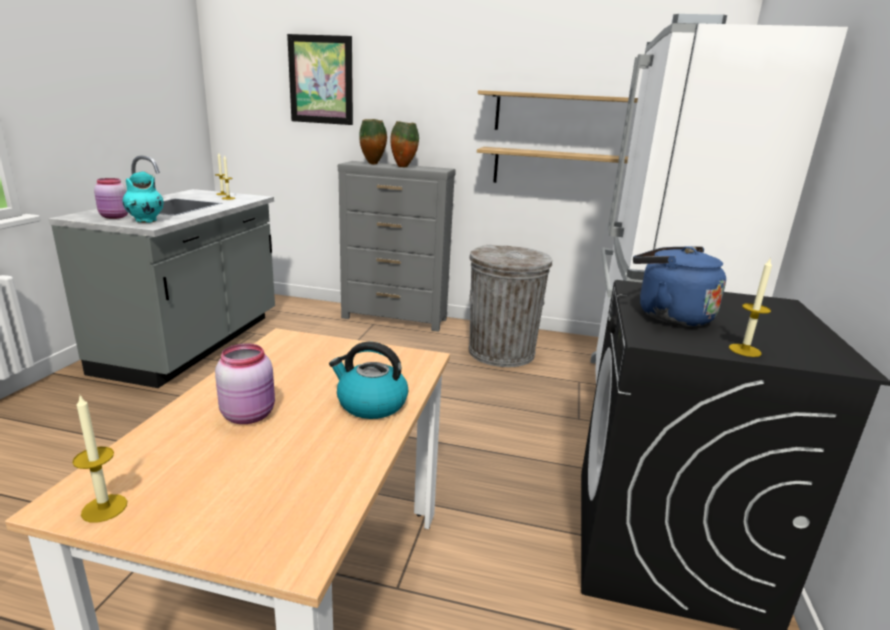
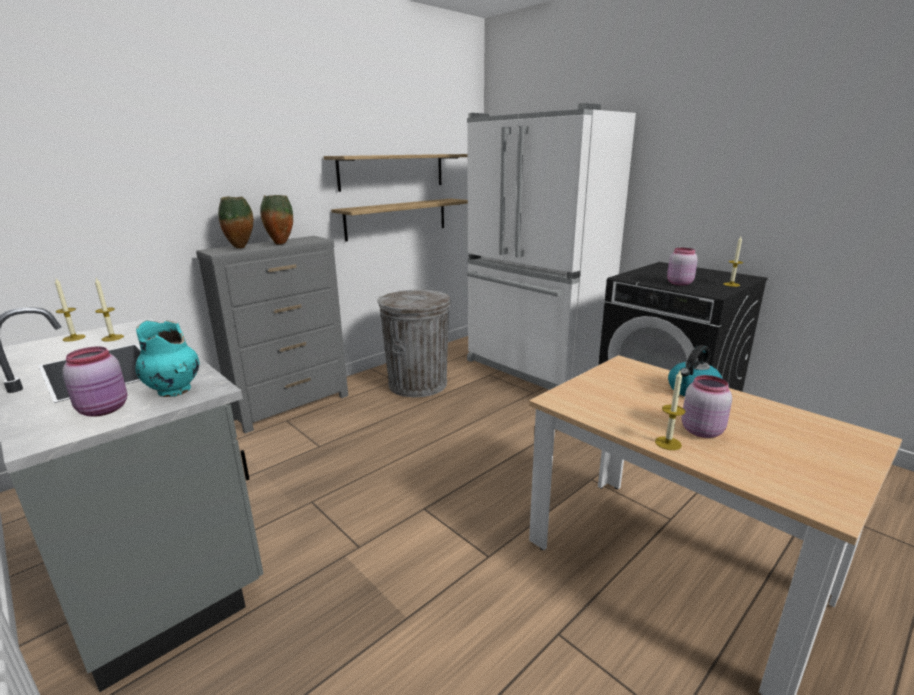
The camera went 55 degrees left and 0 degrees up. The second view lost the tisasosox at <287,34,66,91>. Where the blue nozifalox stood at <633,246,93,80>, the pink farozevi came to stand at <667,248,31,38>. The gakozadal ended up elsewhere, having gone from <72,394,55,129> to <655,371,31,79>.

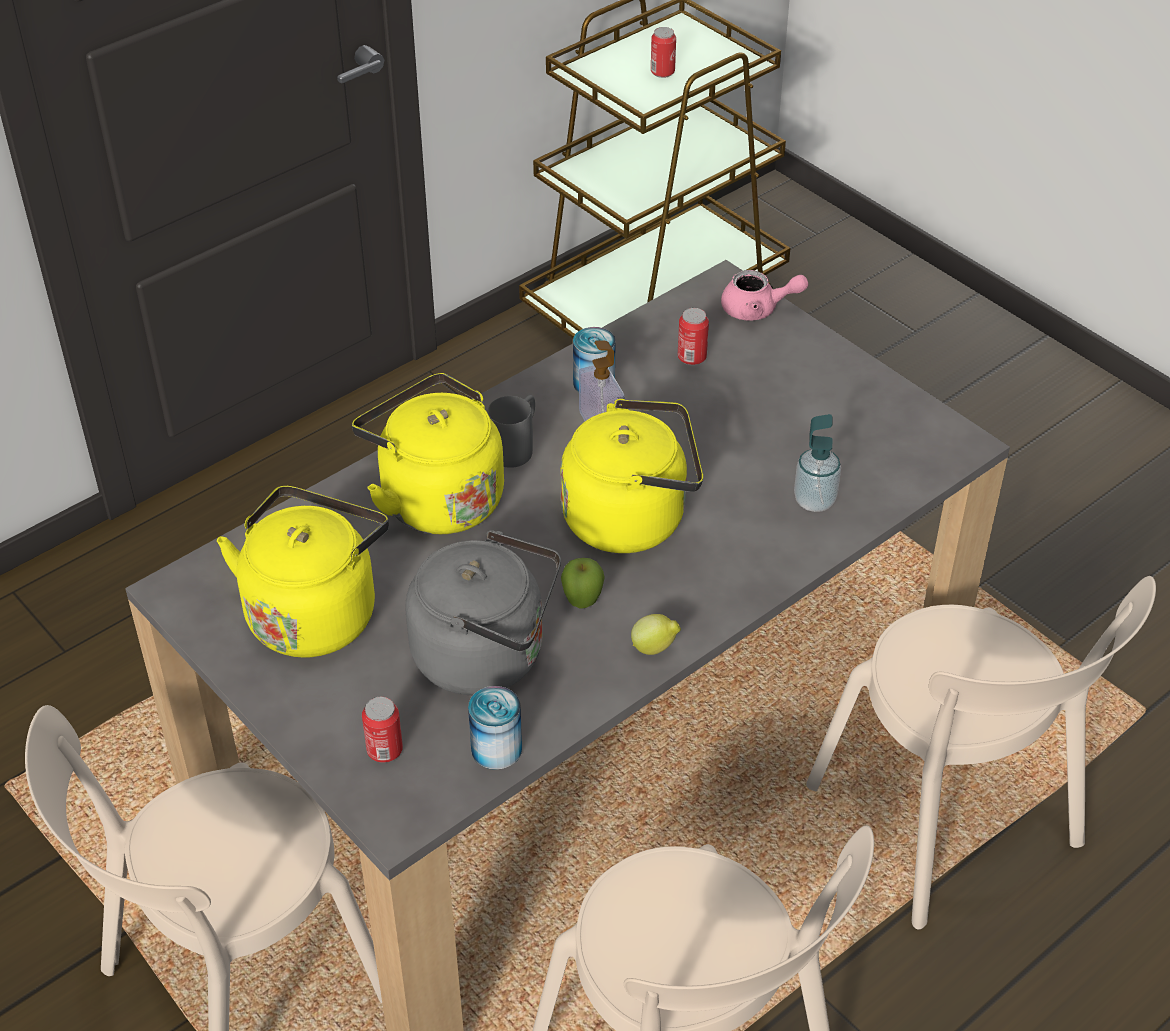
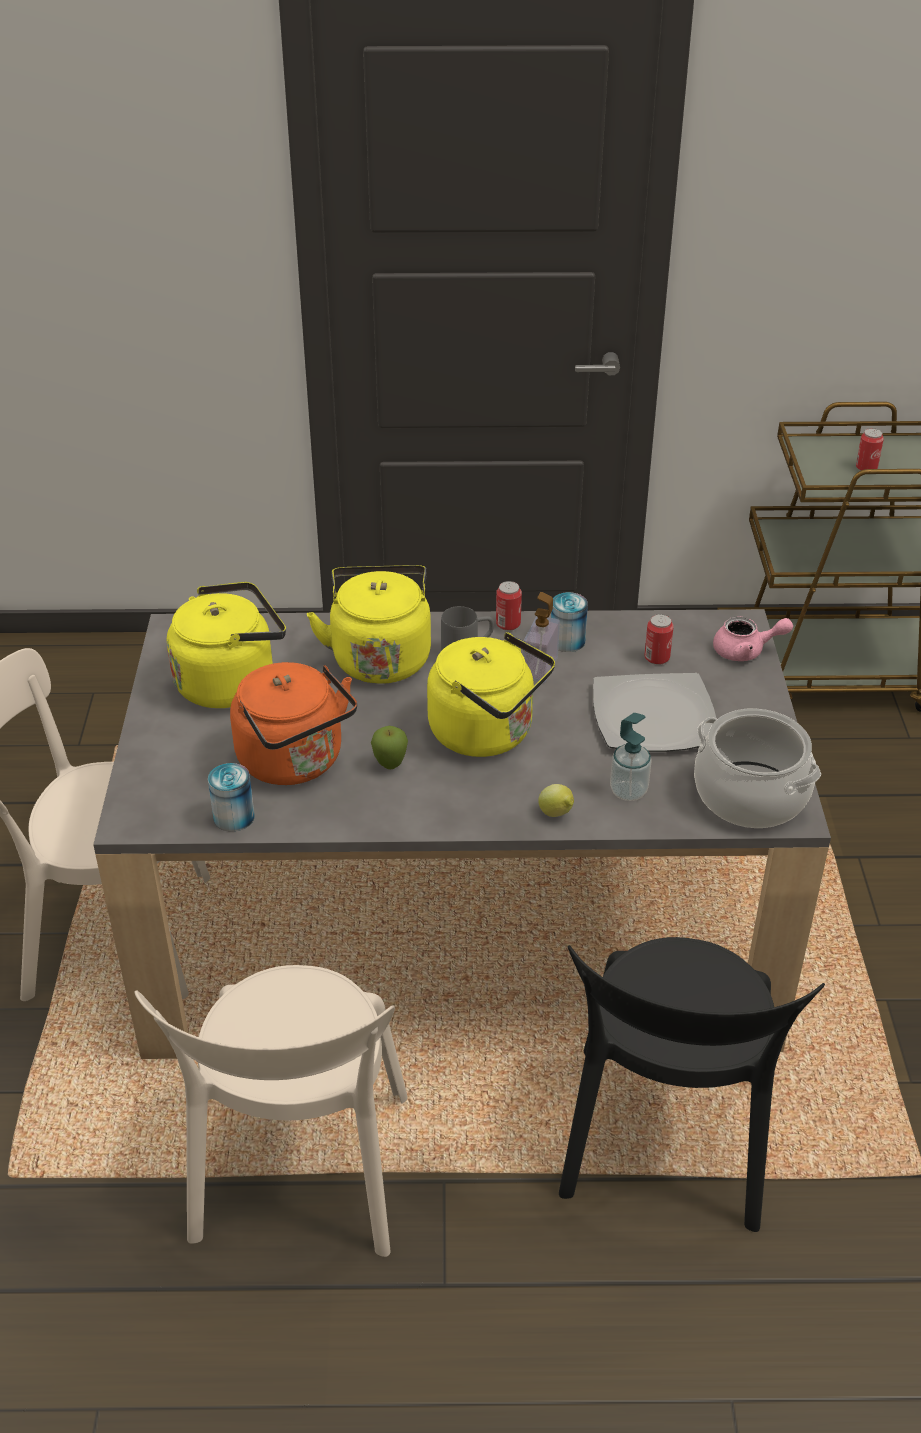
The camera went 40 degrees right and 5 degrees down. The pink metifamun at <721,270,87,51> ended up facing another way, 45 degrees counterclockwise from before. What was the grey nozifalox at <406,530,155,165> turned into the orange nozifalox at <230,662,127,123>. What was the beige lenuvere at <806,576,350,354> turned into the black lenuvere at <559,937,266,295>. The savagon ended up elsewhere, having gone from <631,614,50,41> to <538,784,36,33>. The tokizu ended up elsewhere, having gone from <362,697,41,66> to <496,581,26,50>. The second view gained the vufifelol at <593,673,124,79>. The second view gained the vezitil at <694,709,127,119>.

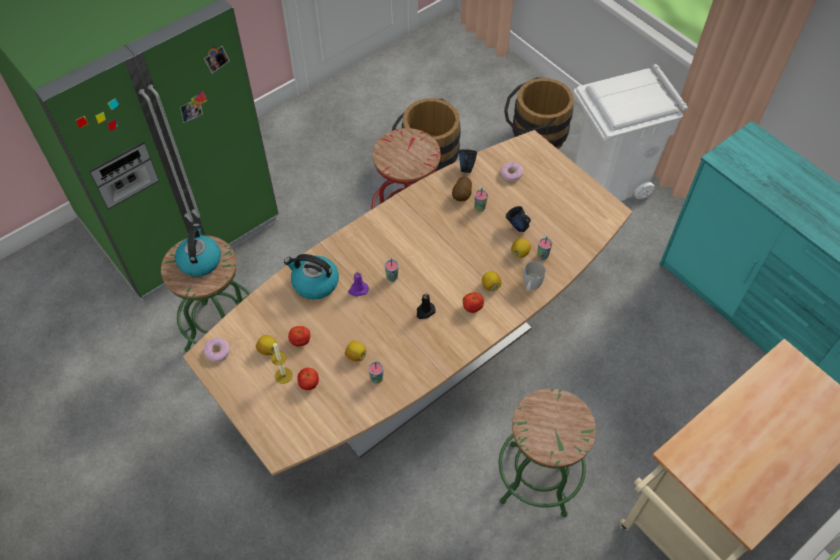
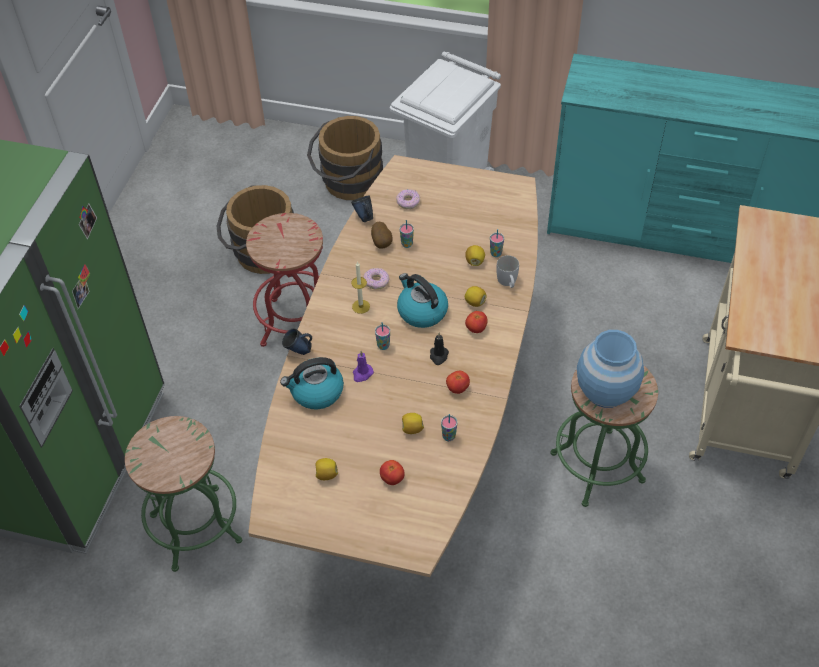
The camera went 35 degrees left and 5 degrees down. The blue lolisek ended up elsewhere, having gone from <506,206,25,26> to <282,328,30,27>. The nozifalox ended up elsewhere, having gone from <175,223,46,54> to <397,273,51,55>. The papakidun ended up elsewhere, having gone from <288,326,22,21> to <446,371,24,23>. The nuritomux ended up elsewhere, having gone from <204,338,26,24> to <363,268,27,22>. The gakozadal ended up elsewhere, having gone from <271,342,22,42> to <351,262,19,52>. The second view gained the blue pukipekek at <577,330,67,78>.

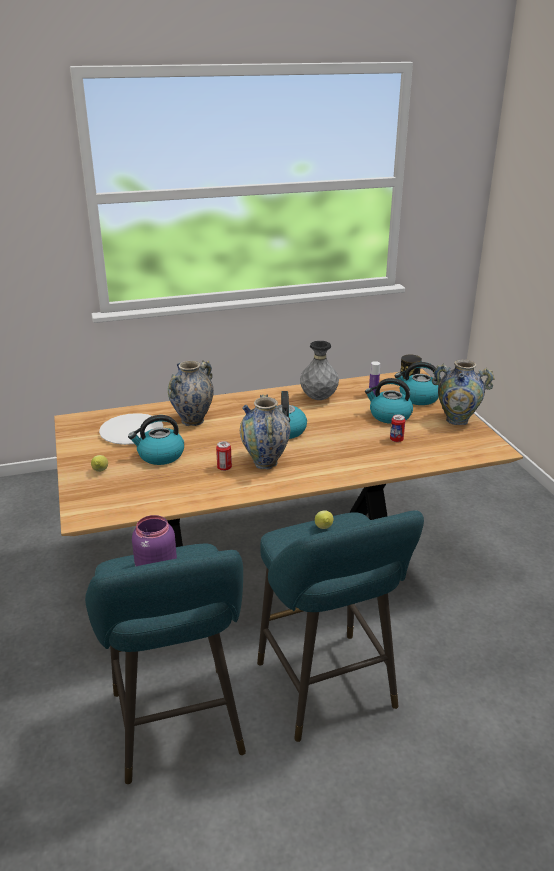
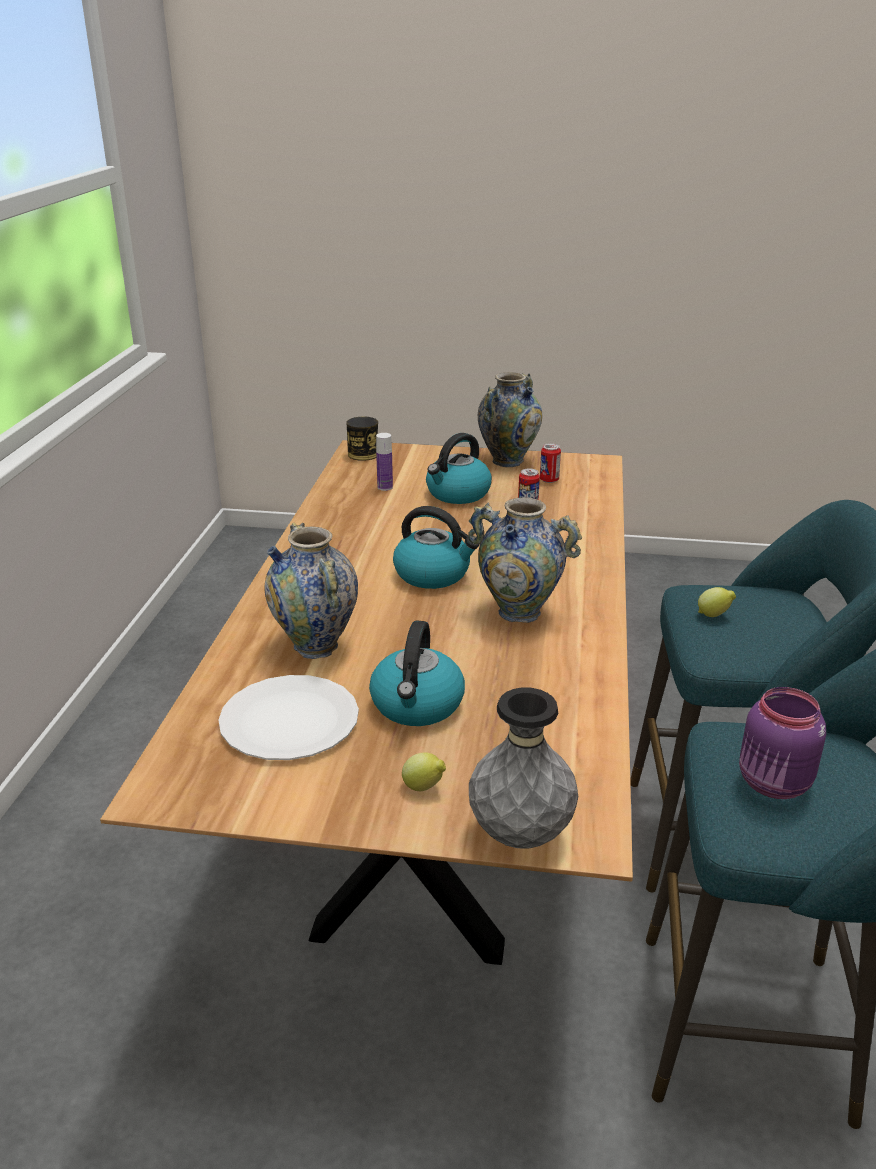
The camera went 65 degrees left and 0 degrees up. The grey pukipekek ended up elsewhere, having gone from <300,341,39,59> to <469,687,109,162>. The second view lost the nozifalox at <395,362,44,43>. The tokizu ended up elsewhere, having gone from <216,441,16,30> to <540,443,21,40>.

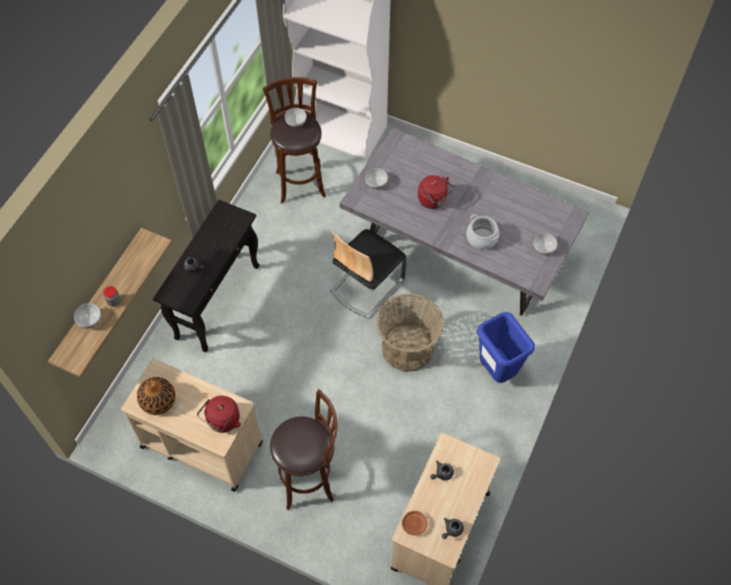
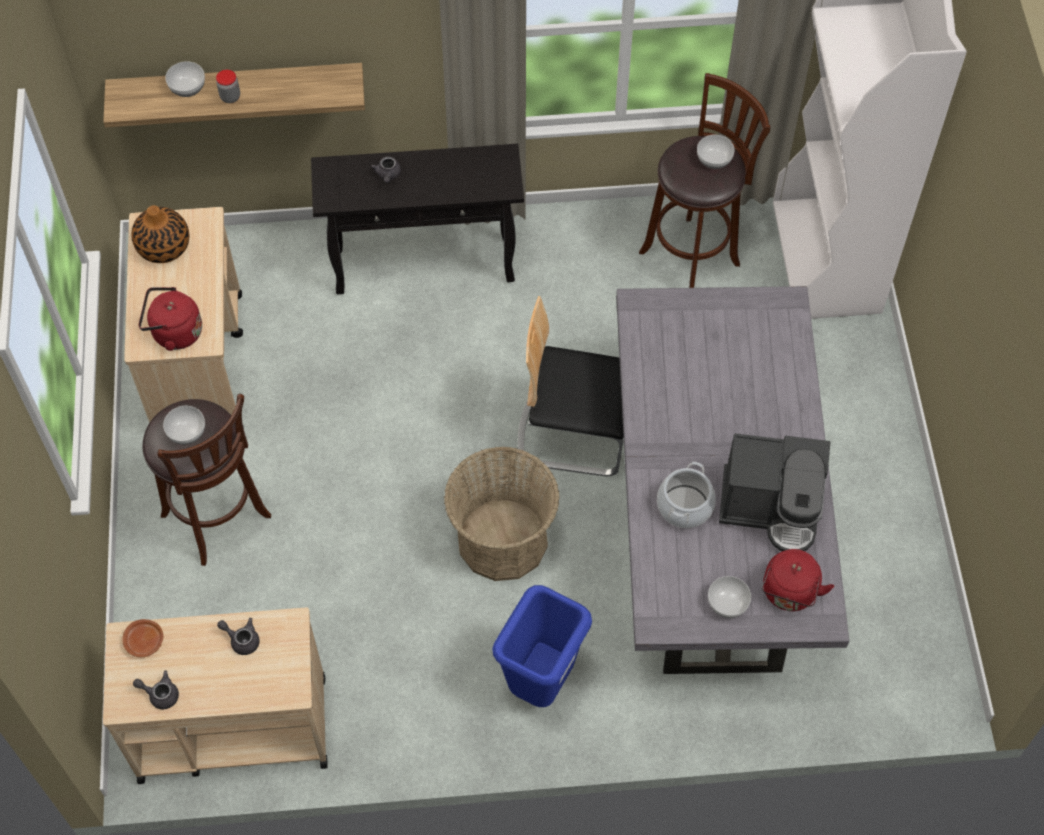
The camera went 60 degrees right and 0 degrees up. The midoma ended up elsewhere, having gone from <365,168,23,21> to <163,406,42,39>. The red nozifalox ended up elsewhere, having gone from <418,175,36,34> to <762,549,72,62>. The second view gained the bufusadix at <719,433,111,118>.

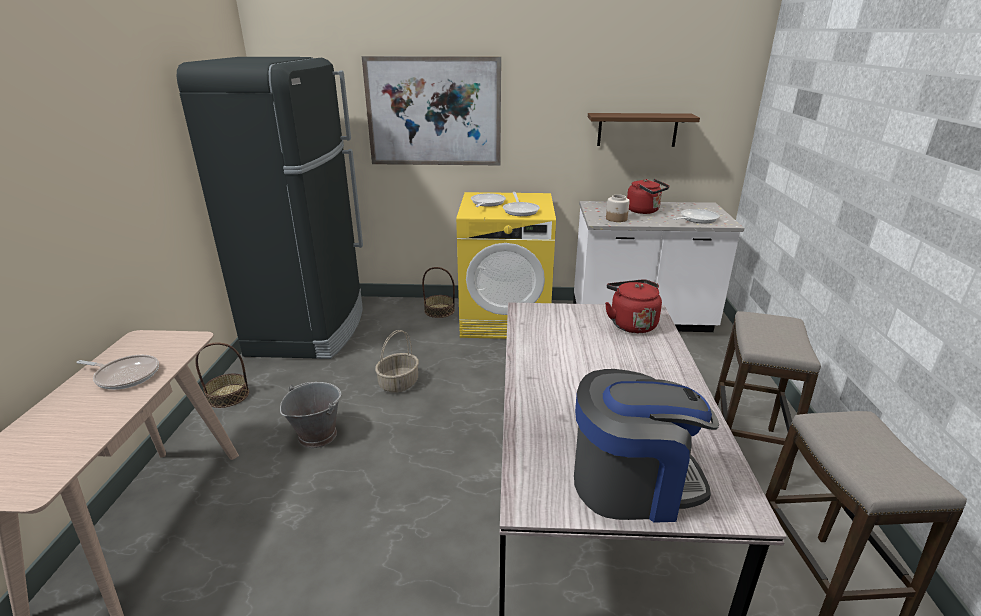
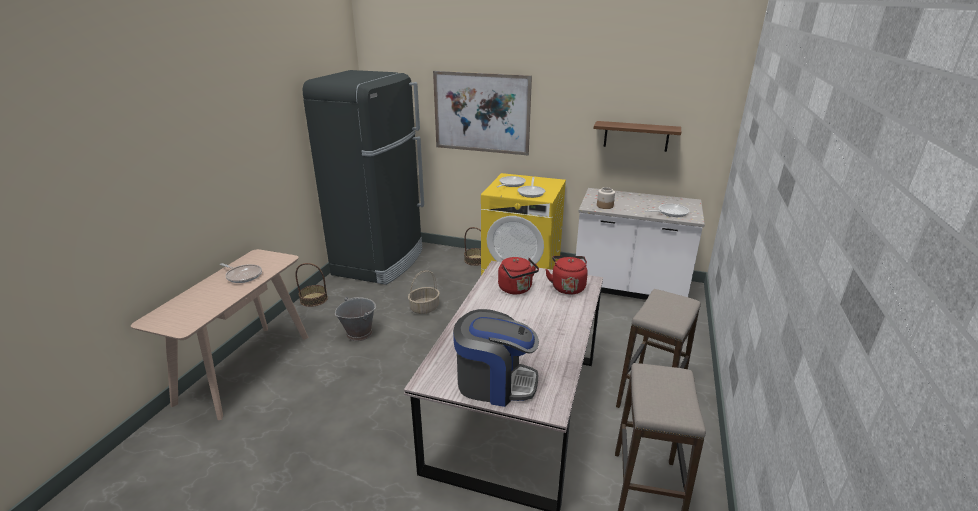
The camera went 15 degrees right and 0 degrees up. The red nozifalox ended up elsewhere, having gone from <627,179,42,35> to <498,257,41,37>.

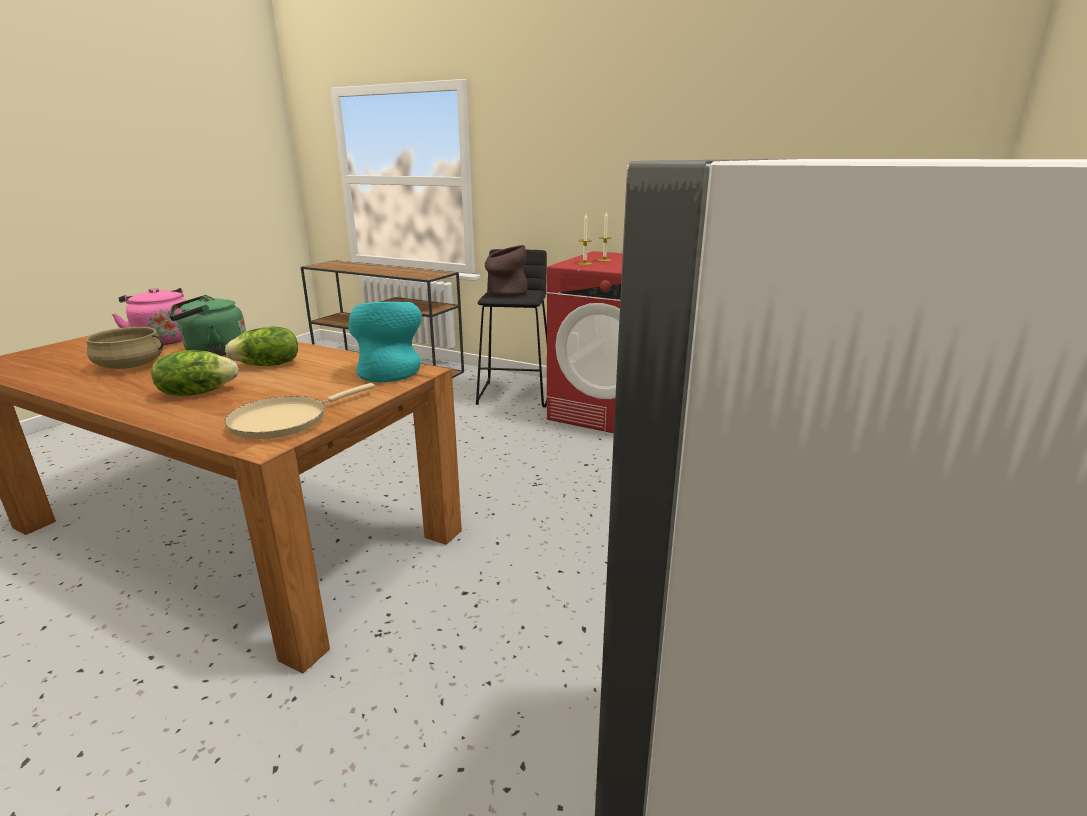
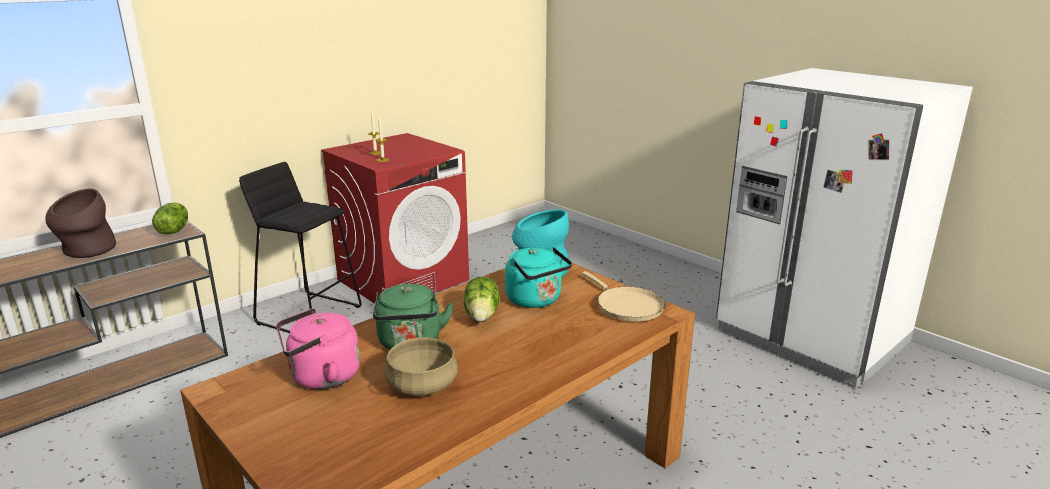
The camera went 70 degrees left and 0 degrees up. The brown pukipekek ended up elsewhere, having gone from <485,245,42,51> to <45,189,71,69>. The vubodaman ended up elsewhere, having gone from <151,350,87,46> to <152,202,36,32>. The second view gained the turquoise nozifalox at <505,247,67,61>.

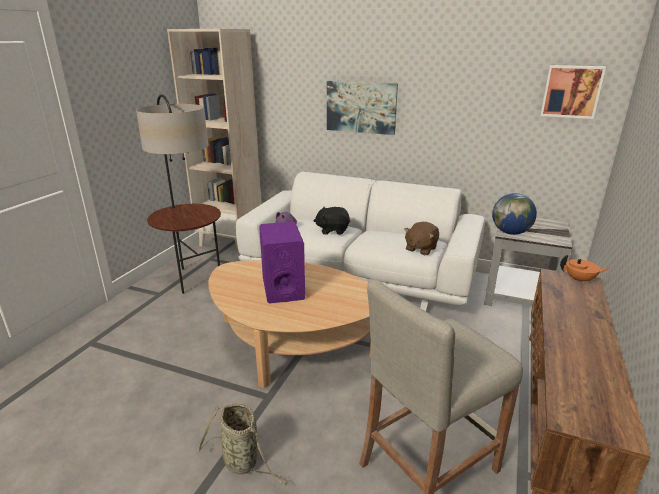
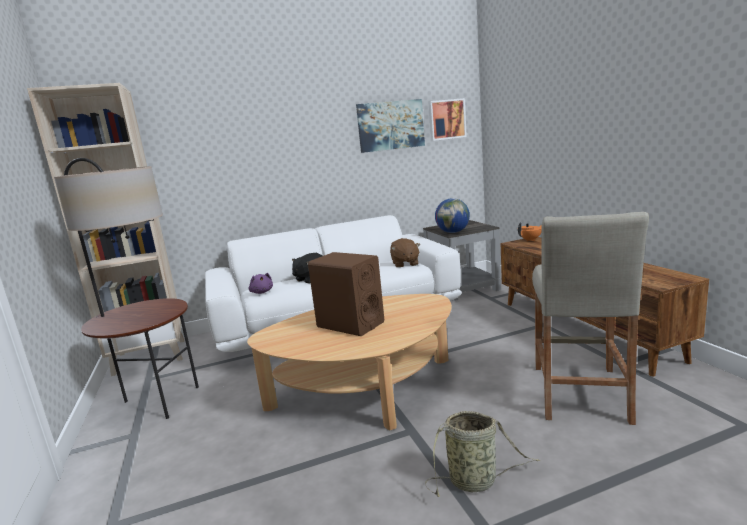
The camera went 40 degrees left and 10 degrees down. The tisasosox ended up elsewhere, having gone from <327,81,71,54> to <356,99,69,54>. What was the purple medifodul at <259,222,46,81> turned into the brown medifodul at <308,252,76,84>.

